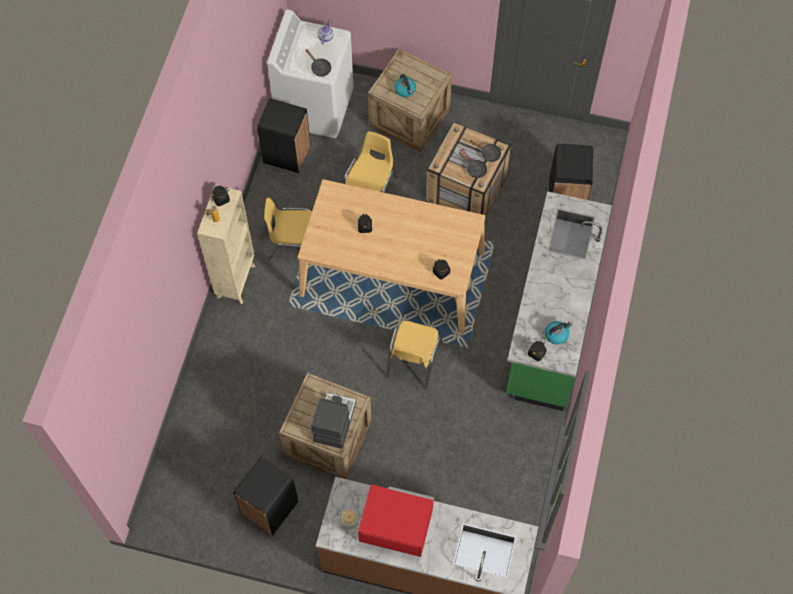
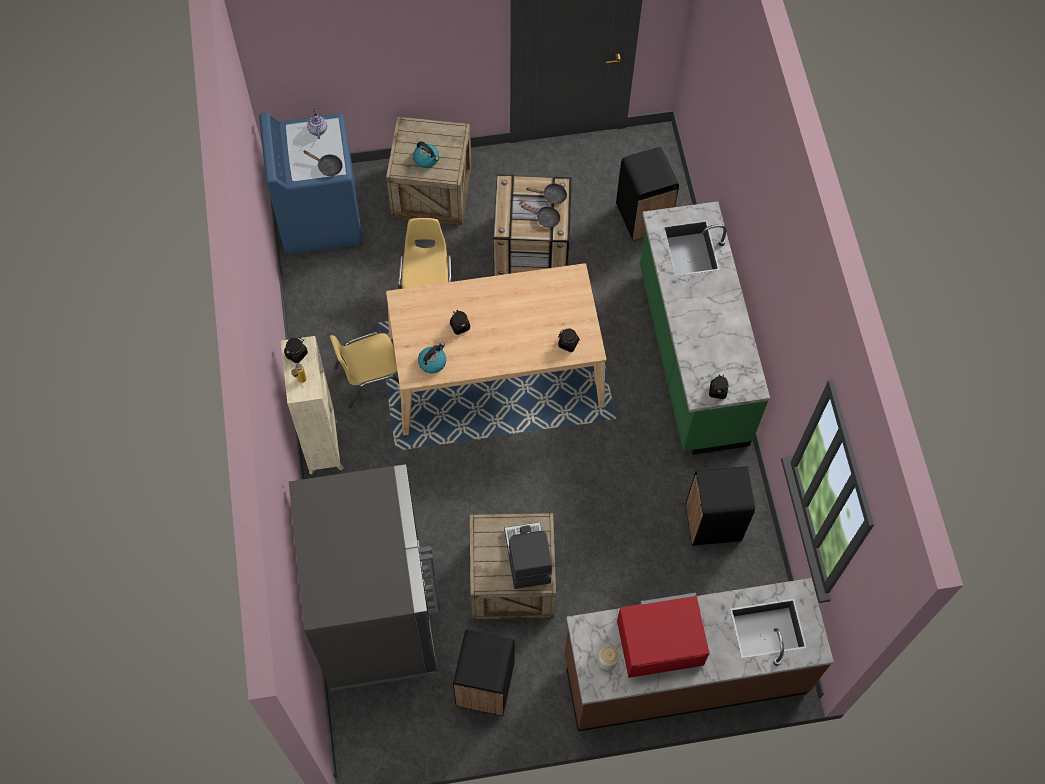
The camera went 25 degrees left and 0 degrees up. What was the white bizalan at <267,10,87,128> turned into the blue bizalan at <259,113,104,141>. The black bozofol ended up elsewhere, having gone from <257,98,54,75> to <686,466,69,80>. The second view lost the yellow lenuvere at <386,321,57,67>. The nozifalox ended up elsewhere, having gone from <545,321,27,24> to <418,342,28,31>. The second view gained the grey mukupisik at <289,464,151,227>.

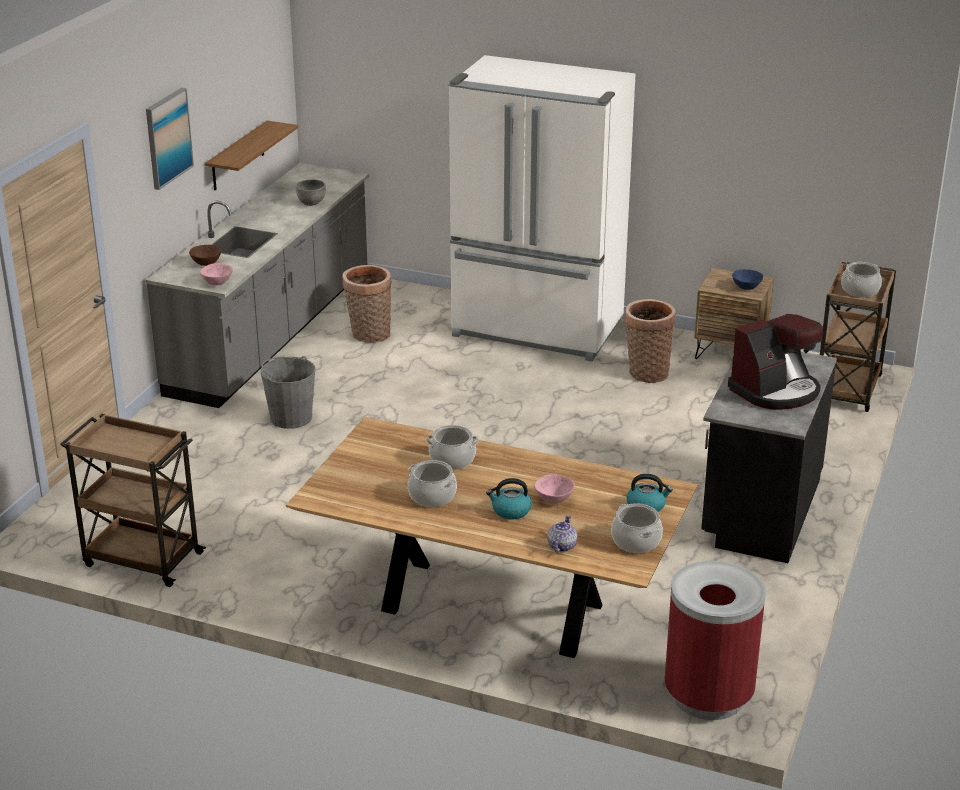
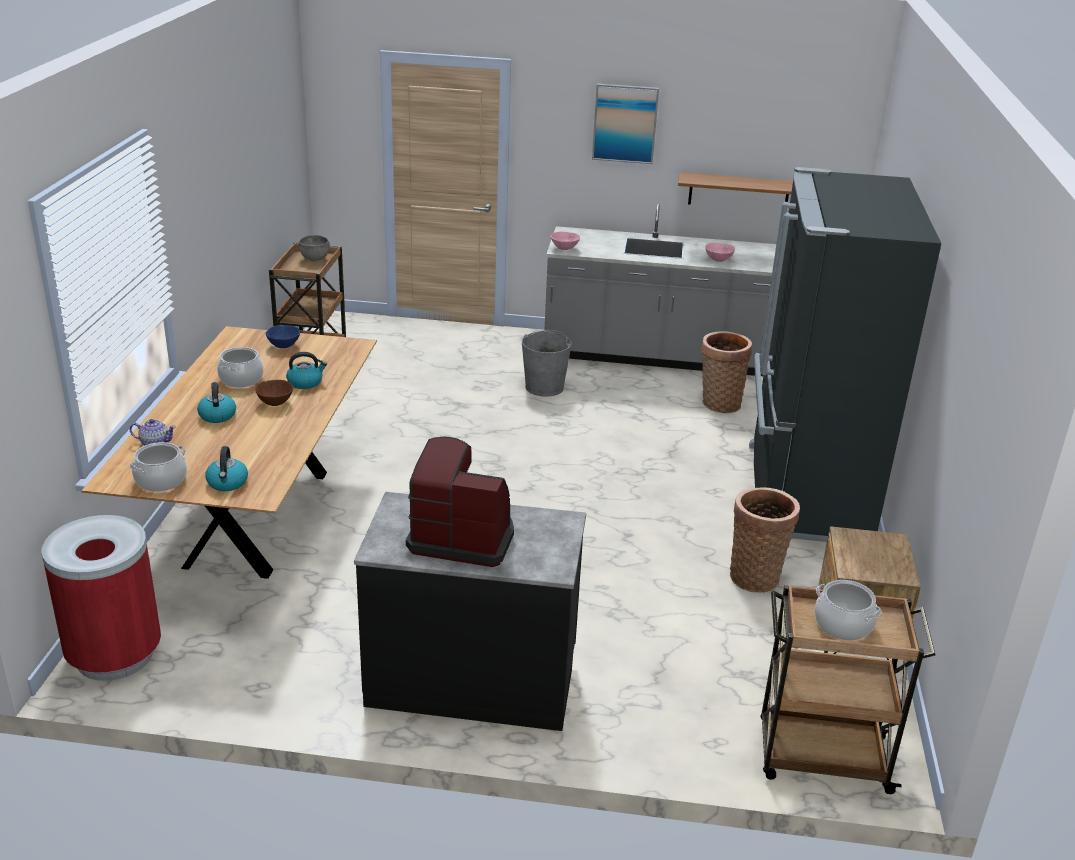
The camera went 75 degrees right and 0 degrees up. What was the white mukupisik at <449,55,187,306> turned into the black mukupisik at <749,167,192,375>. The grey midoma ended up elsewhere, having gone from <296,180,30,26> to <299,235,31,26>. The brown midoma ended up elsewhere, having gone from <189,245,32,21> to <255,380,38,26>. The blue midoma ended up elsewhere, having gone from <732,269,31,21> to <266,325,34,23>. The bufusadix at <728,314,95,96> ended up facing another way, 150 degrees clockwise from before. Where the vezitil stood at <426,425,53,45>, the nozifalox came to stand at <286,352,41,37>. The pink midoma ended up elsewhere, having gone from <534,474,40,30> to <705,243,30,19>.

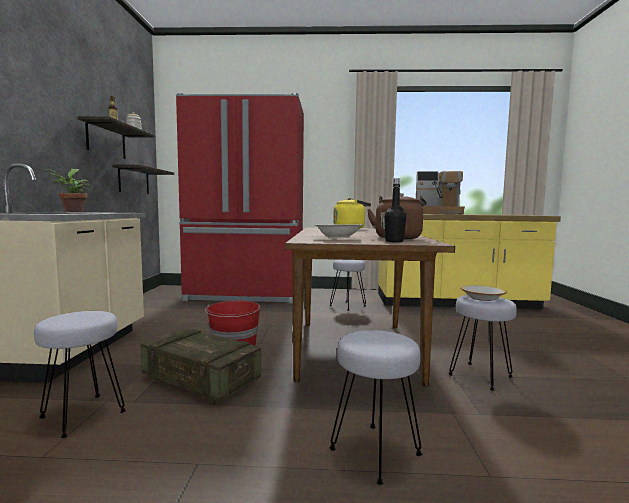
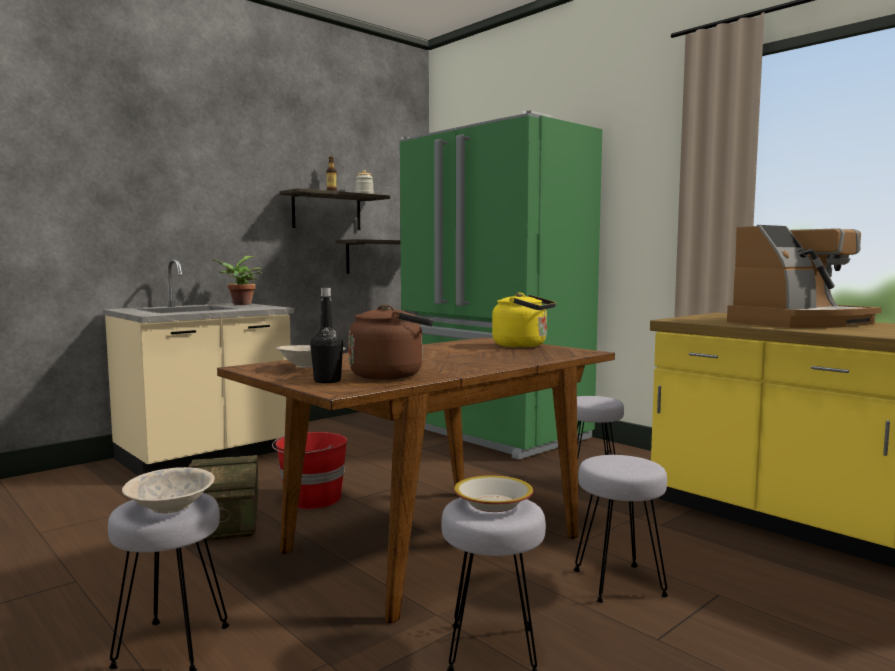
The camera went 45 degrees right and 0 degrees up. What was the red mukupisik at <176,93,128,210> turned into the green mukupisik at <399,111,203,349>. The bufusadix at <416,171,49,44> ended up facing another way, 90 degrees counterclockwise from before. The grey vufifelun ended up elsewhere, having gone from <34,311,92,127> to <574,455,94,148>. The second view gained the beige midoma at <122,467,93,47>.

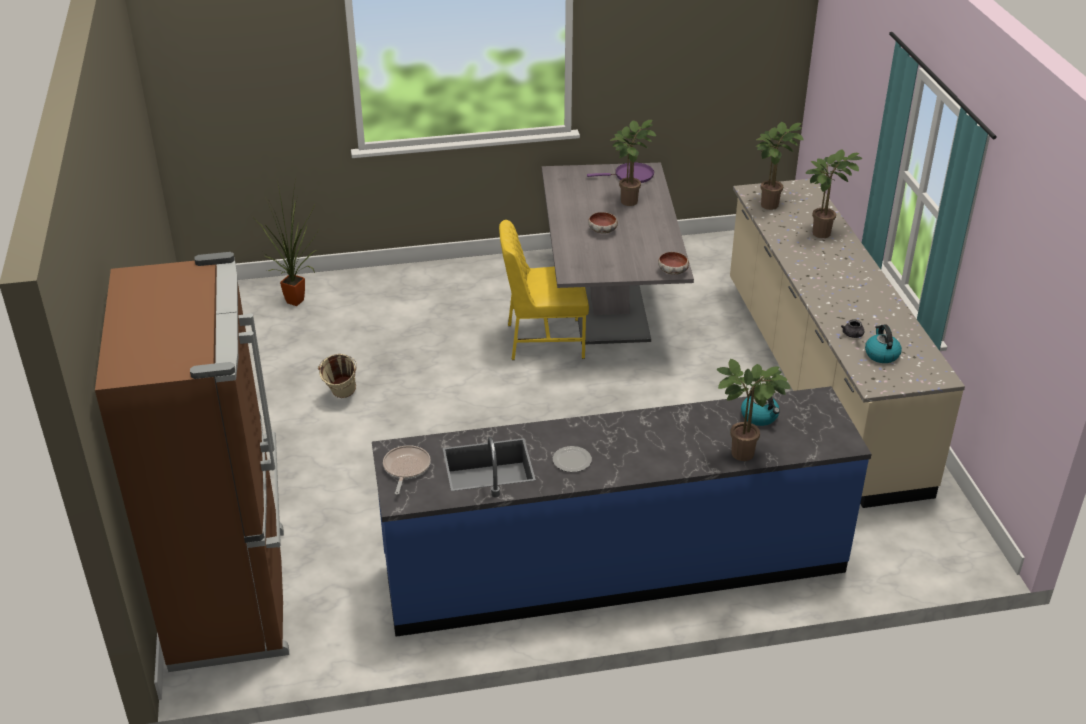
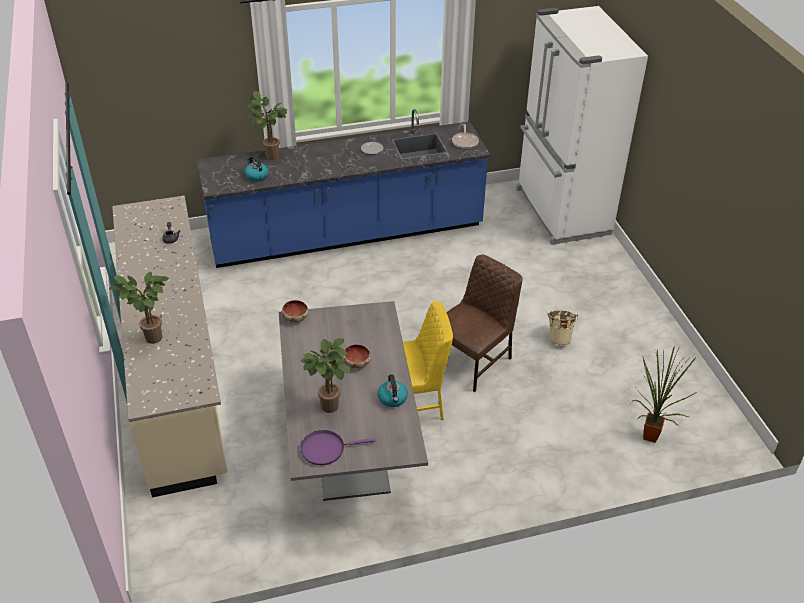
The camera went 175 degrees right and 5 degrees up. The second view lost the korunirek at <756,122,47,88>. What was the brown mukupisik at <95,252,194,420> turned into the white mukupisik at <516,6,132,239>. The nozifalox ended up elsewhere, having gone from <865,324,37,39> to <378,374,30,33>. The second view gained the brown lenuvere at <446,255,77,137>.

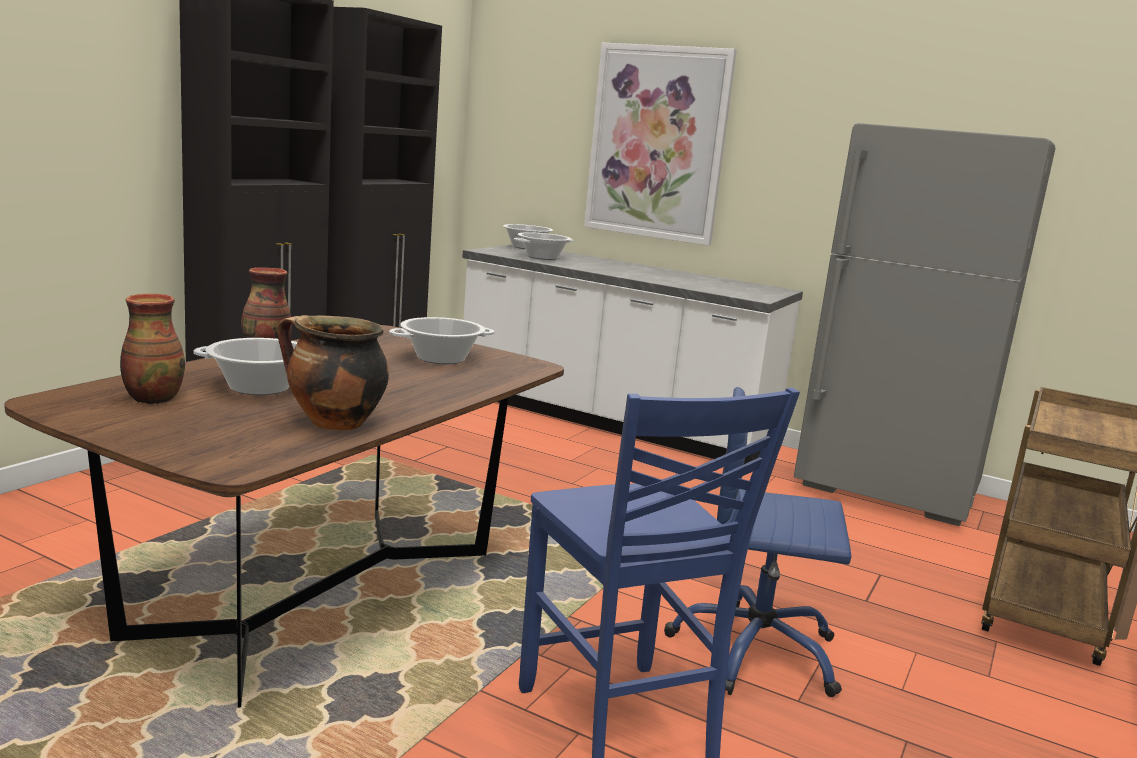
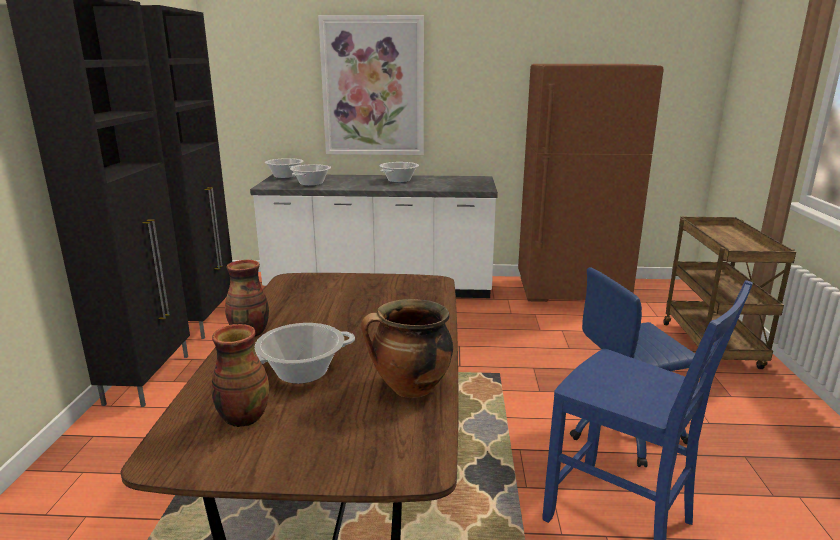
The camera went 25 degrees left and 5 degrees up. What was the grey mukupisik at <794,123,262,403> turned into the brown mukupisik at <518,64,146,238>. The vezitil ended up elsewhere, having gone from <389,317,106,47> to <380,162,39,21>.

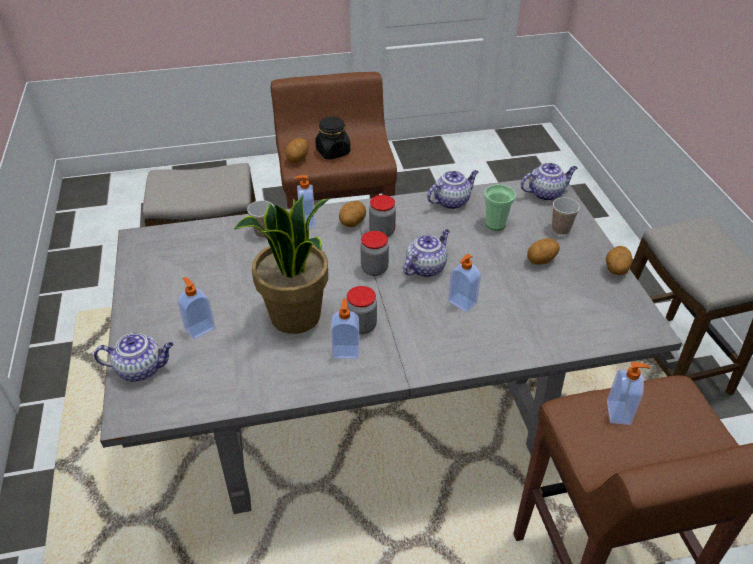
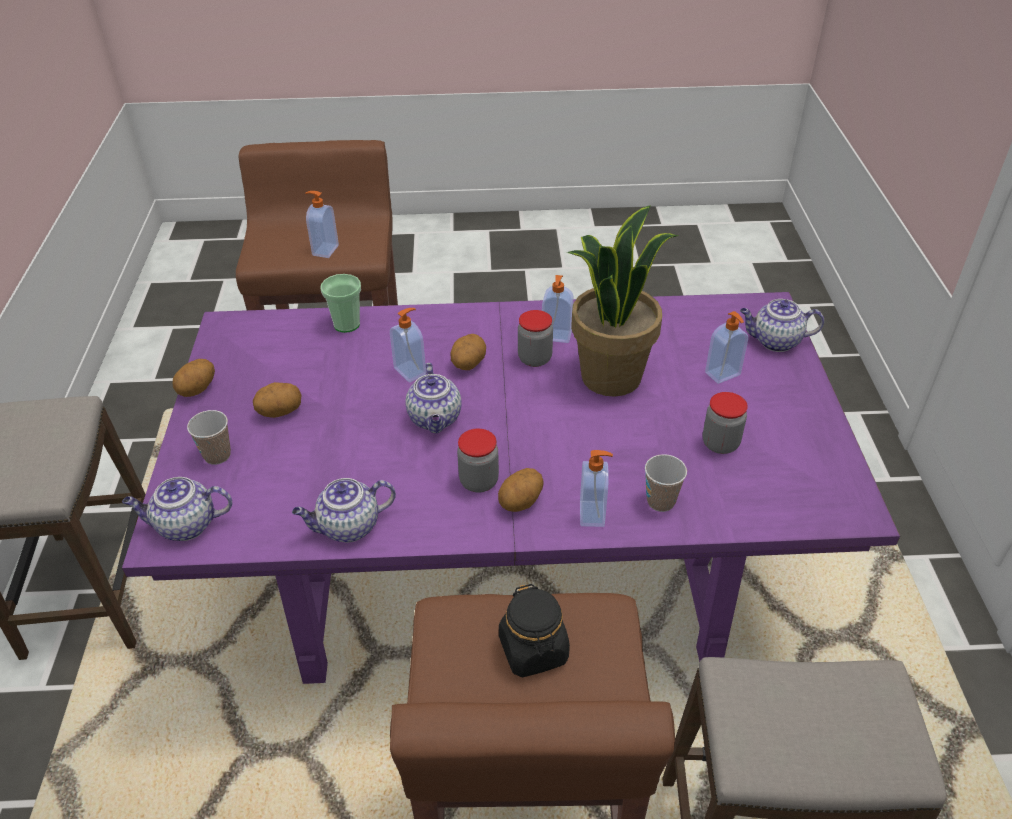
The camera went 170 degrees left and 0 degrees up. The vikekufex ended up elsewhere, having gone from <285,138,23,25> to <451,334,35,36>. What was the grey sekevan at <100,179,582,335> turned into the purple sekevan at <122,292,778,392>. The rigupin ended up elsewhere, having gone from <484,185,32,45> to <321,274,40,59>. The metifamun at <403,229,47,48> ended up facing another way, 60 degrees counterclockwise from before. The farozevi ended up elsewhere, having gone from <360,231,29,45> to <703,392,45,62>.

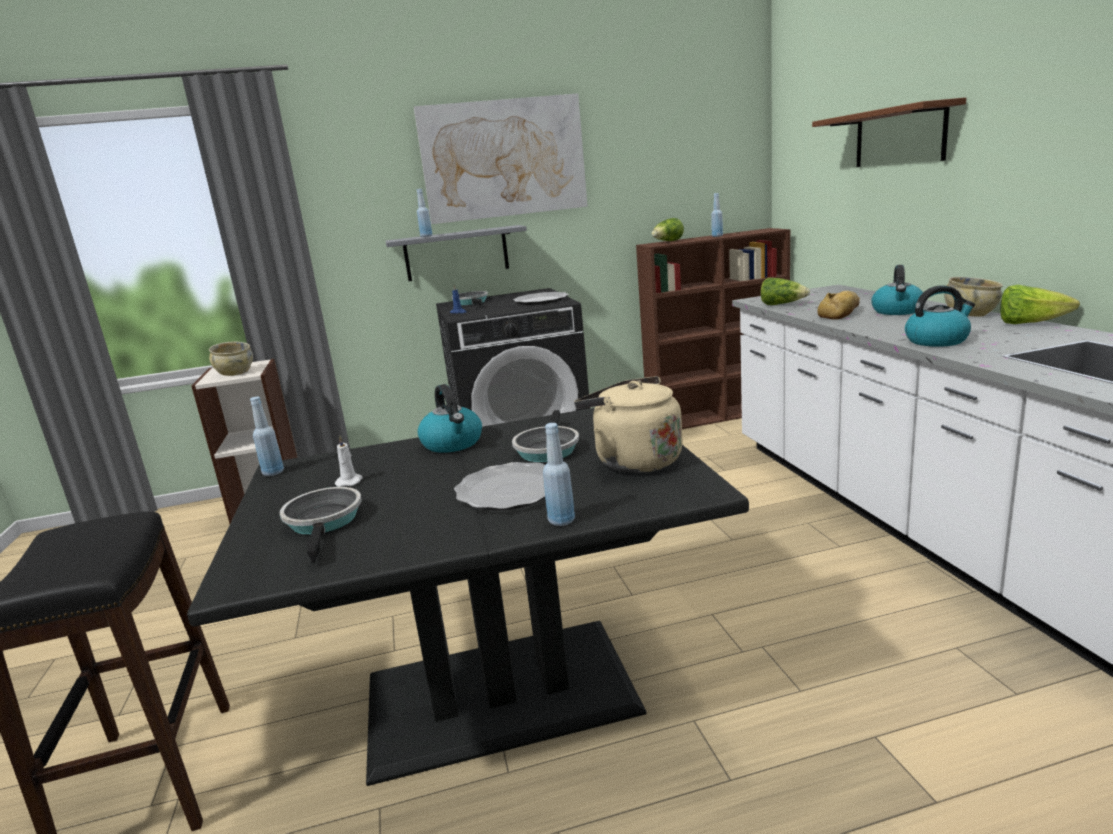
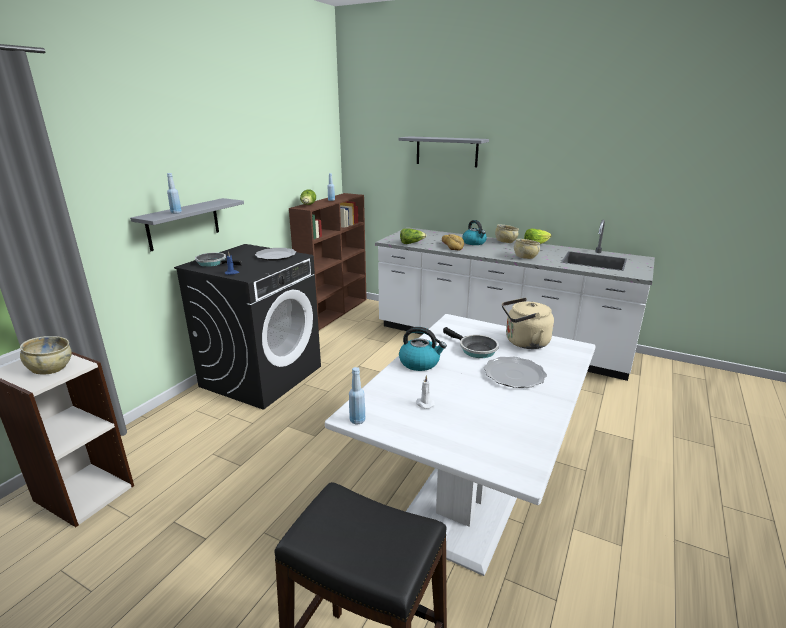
The camera went 50 degrees left and 5 degrees up. The second view lost the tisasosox at <414,93,174,131>. What was the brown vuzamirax at <812,97,154,70> turned into the grey vuzamirax at <399,136,90,31>. Where the nozifalox stood at <905,285,70,62>, the beige midoma came to stand at <514,239,26,20>. What was the black sekevan at <187,408,562,378> turned into the white sekevan at <325,314,271,262>. The second view lost the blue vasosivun at <543,423,32,103>. The second view lost the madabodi at <280,487,82,76>.

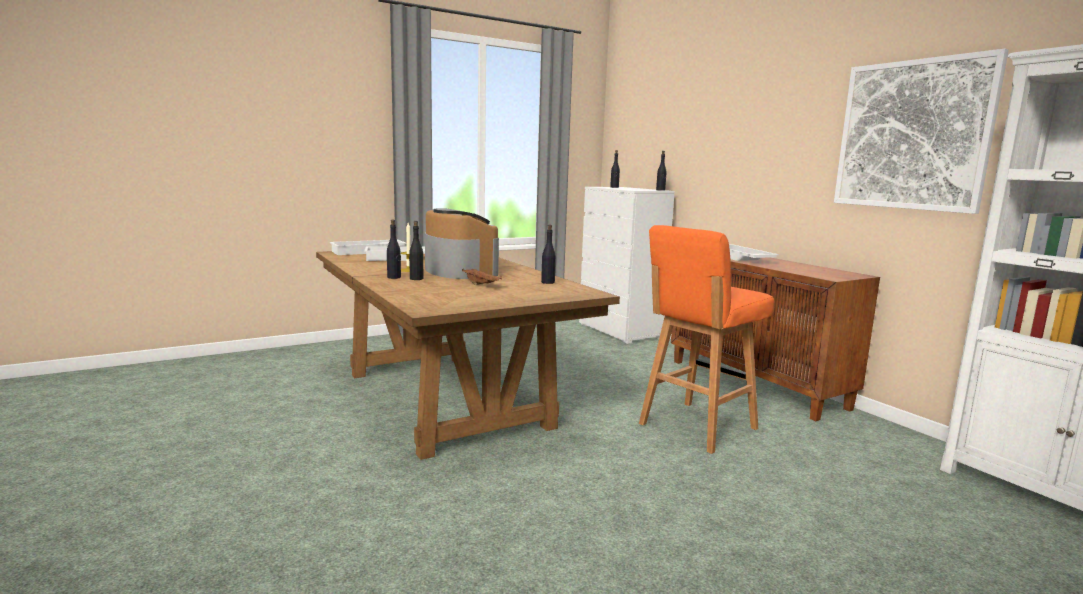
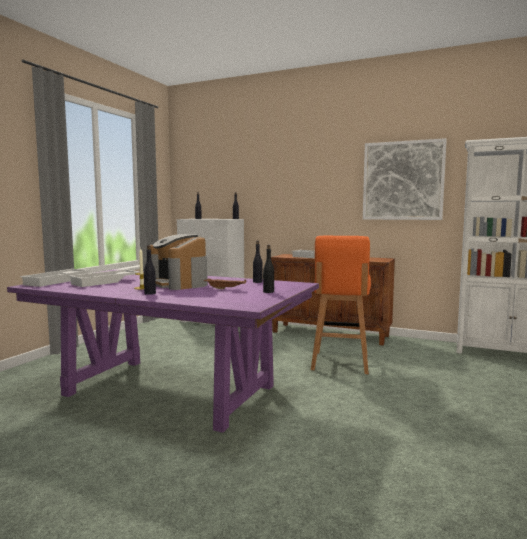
The camera went 35 degrees left and 5 degrees down. The bufusadix at <425,208,74,71> ended up facing another way, 150 degrees counterclockwise from before. The black vasosivun ended up elsewhere, having gone from <409,221,14,59> to <263,245,11,48>. What was the brown sekevan at <316,251,304,209> turned into the purple sekevan at <7,269,312,164>.

